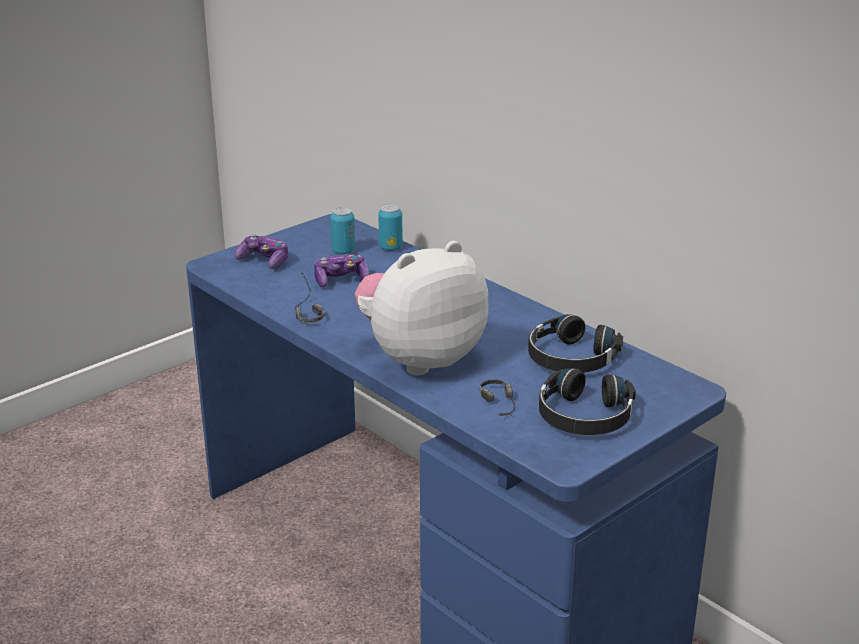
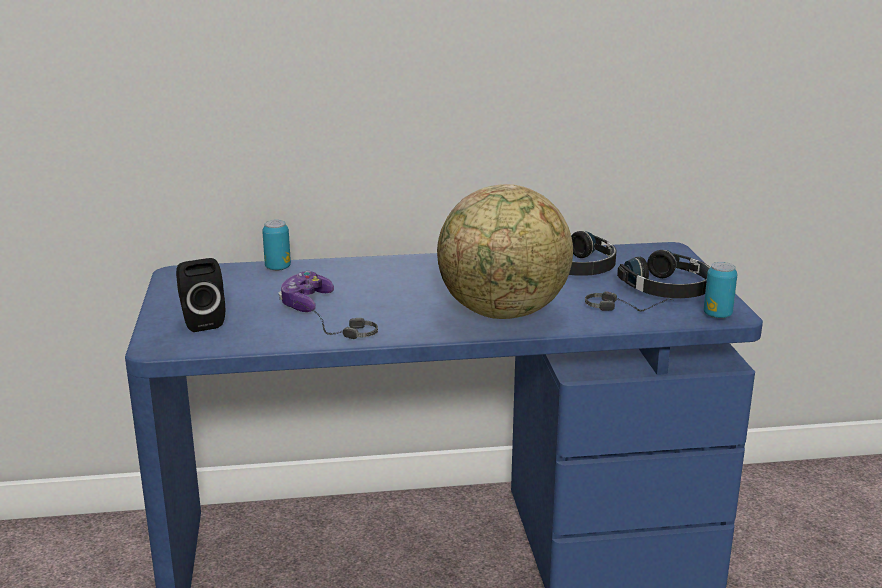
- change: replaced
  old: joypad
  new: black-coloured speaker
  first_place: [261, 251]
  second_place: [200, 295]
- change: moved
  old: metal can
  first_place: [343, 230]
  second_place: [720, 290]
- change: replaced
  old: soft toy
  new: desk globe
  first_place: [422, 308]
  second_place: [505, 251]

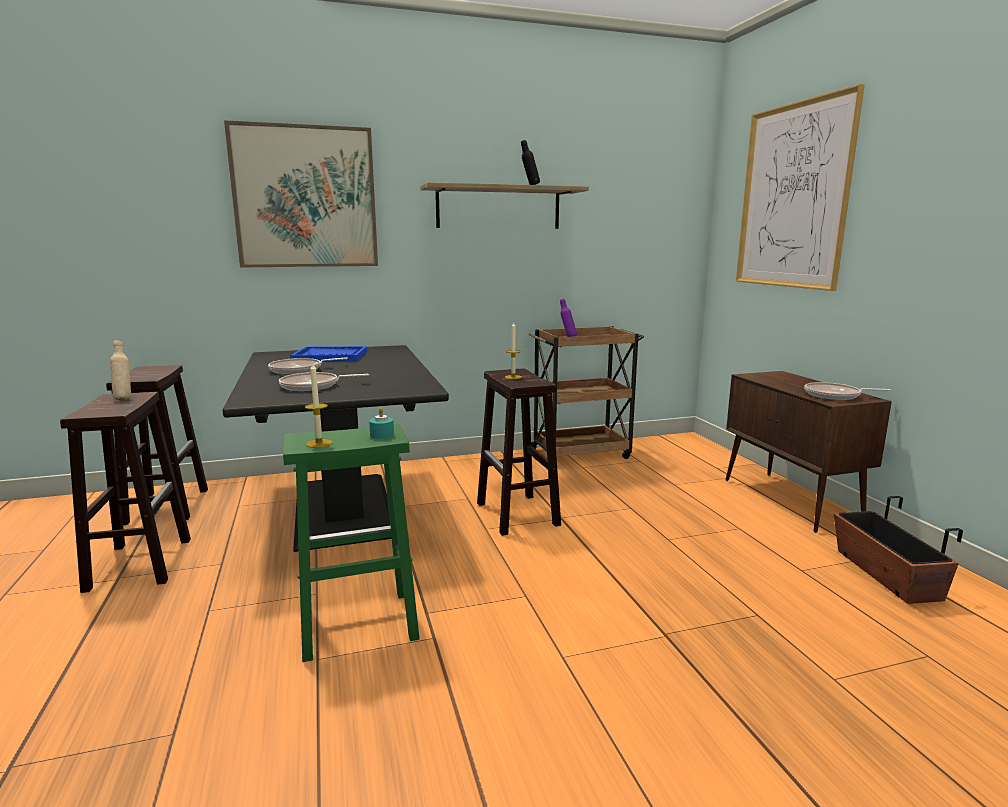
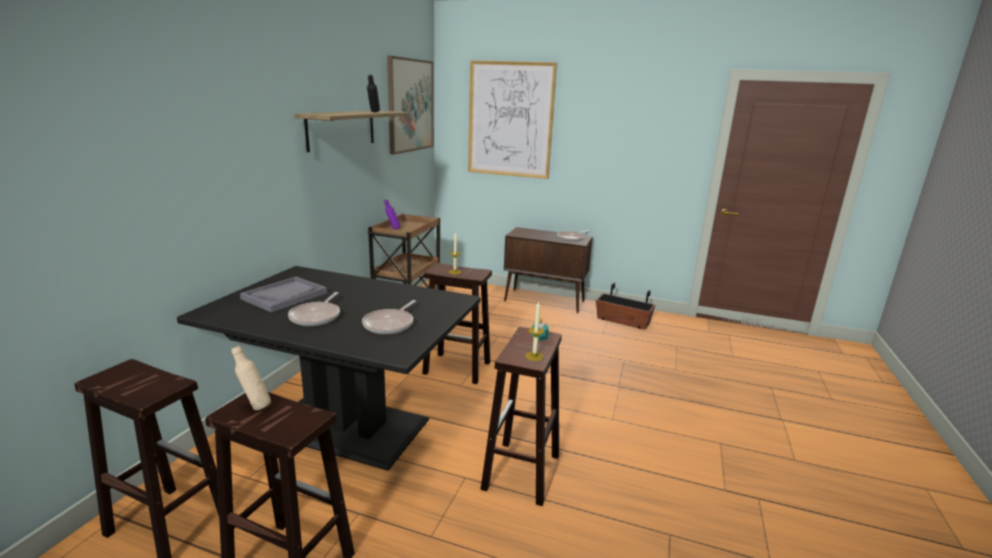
- change: moved
  old: wall picture
  first_place: [301, 194]
  second_place: [410, 105]
- change: recoloured
  old: green stool seat
  new: brown stool seat
  first_place: [351, 543]
  second_place: [521, 416]
- change: recoloured
  old: bluish carrying tray
  new: grey carrying tray
  first_place: [328, 354]
  second_place: [283, 294]

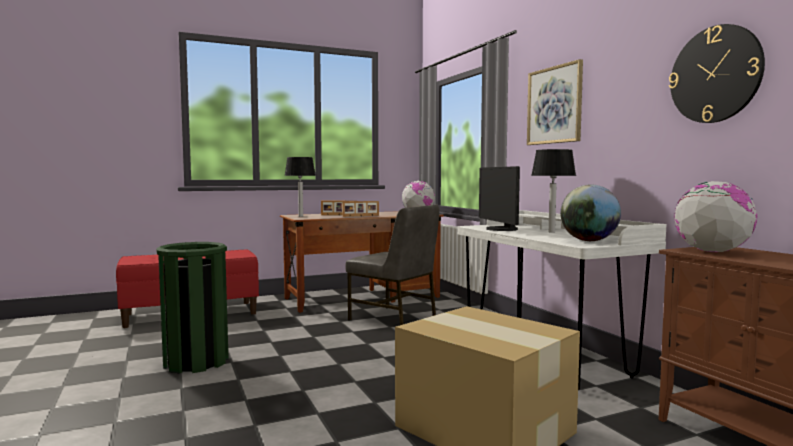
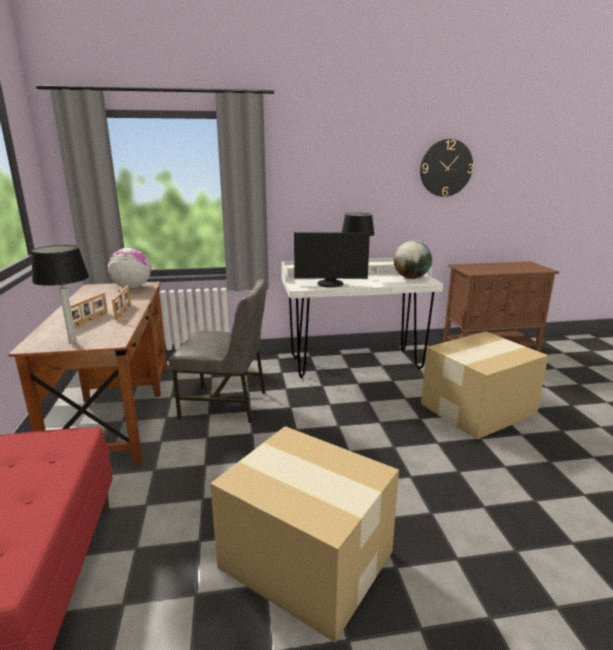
- change: replaced
  old: green trash can
  new: packing box
  first_place: [192, 308]
  second_place: [304, 534]
- change: turned
  old: grey plain chair
  first_place: [392, 264]
  second_place: [218, 351]
  degrees: 45
- change: removed
  old: wall picture
  first_place: [555, 102]
- change: removed
  old: desk globe
  first_place: [716, 216]

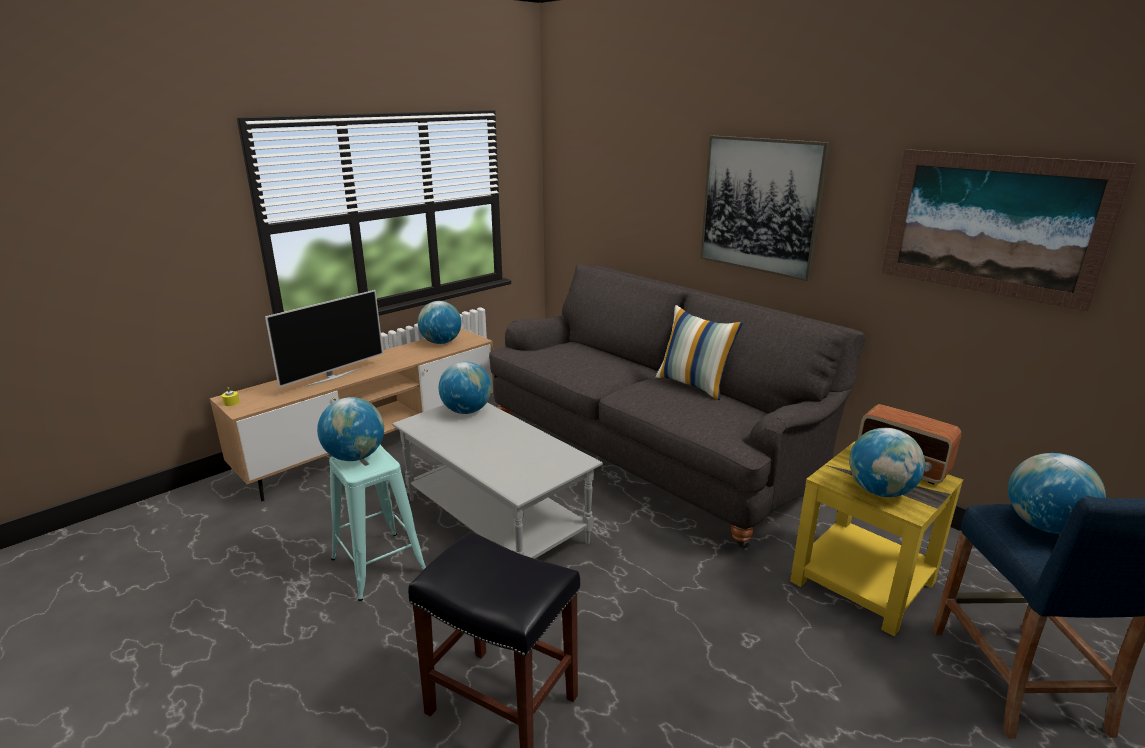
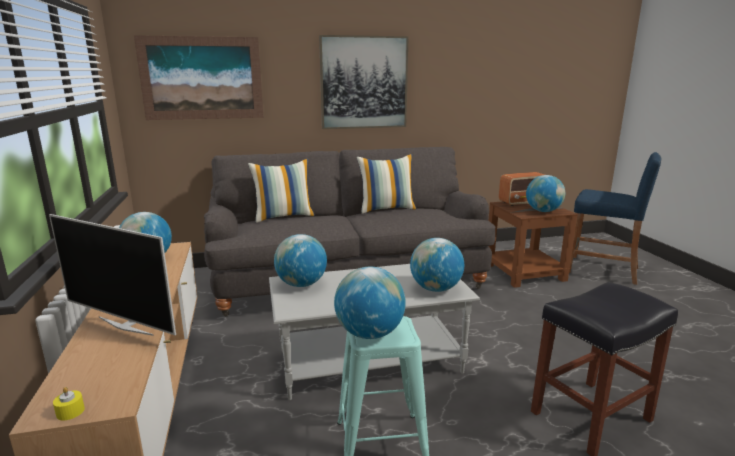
- change: turned
  old: television
  first_place: [324, 338]
  second_place: [112, 275]
  degrees: 135
- change: recoloured
  old: yellow side table
  new: brown side table
  first_place: [876, 538]
  second_place: [533, 245]
- change: moved
  old: wall picture
  first_place: [1008, 230]
  second_place: [199, 77]
- change: moved
  old: desk globe
  first_place: [1057, 493]
  second_place: [437, 265]
- change: added
  new: throw pillow
  second_place: [281, 191]

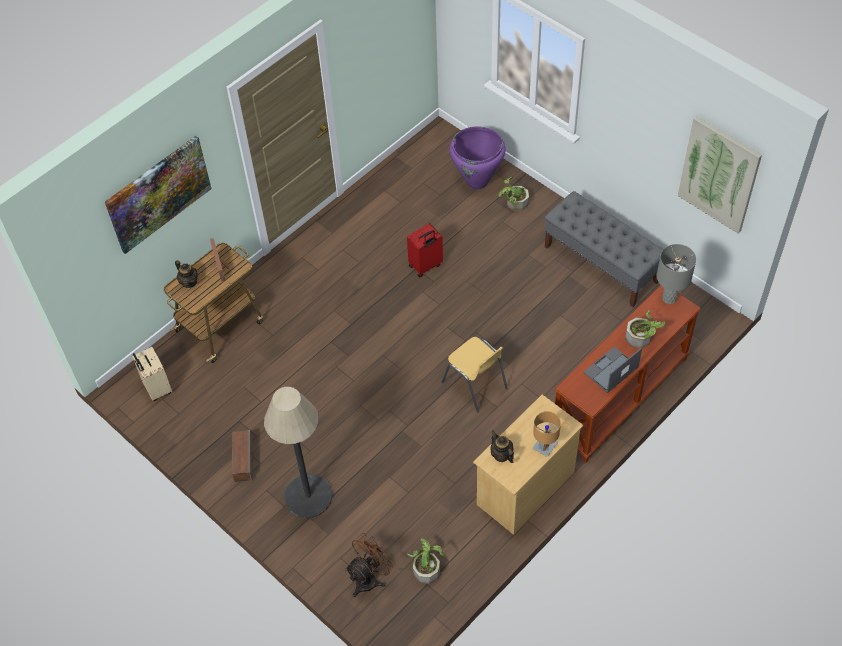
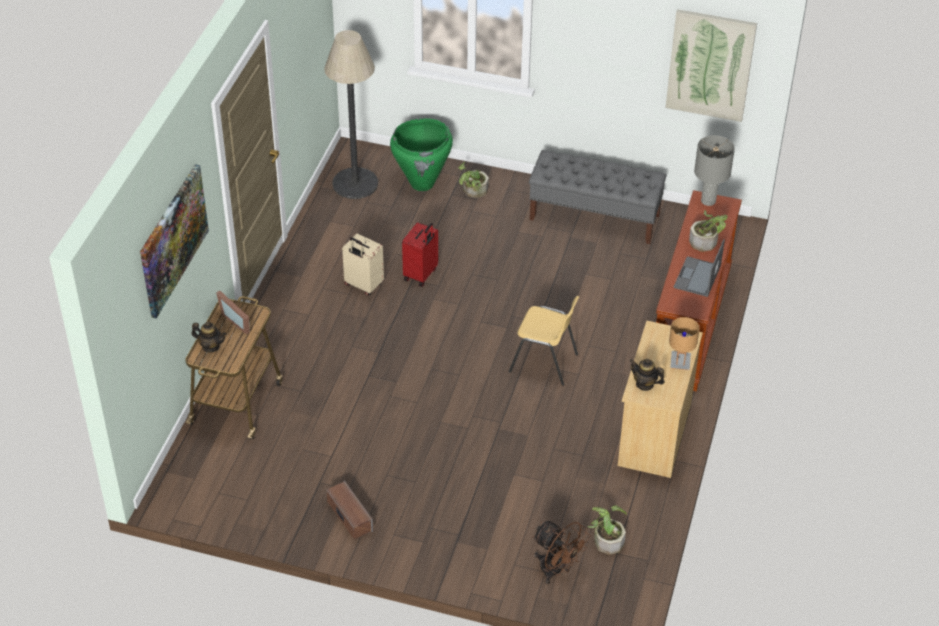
- change: moved
  old: beige-coloured piece of luggage
  first_place: [152, 374]
  second_place: [363, 264]
- change: moved
  old: standing lamp
  first_place: [298, 452]
  second_place: [351, 114]
- change: turned
  old: brown fan
  first_place: [370, 565]
  second_place: [561, 552]
  degrees: 120
- change: recoloured
  old: purplish decorative vase
  new: green decorative vase
  first_place: [477, 158]
  second_place: [421, 154]

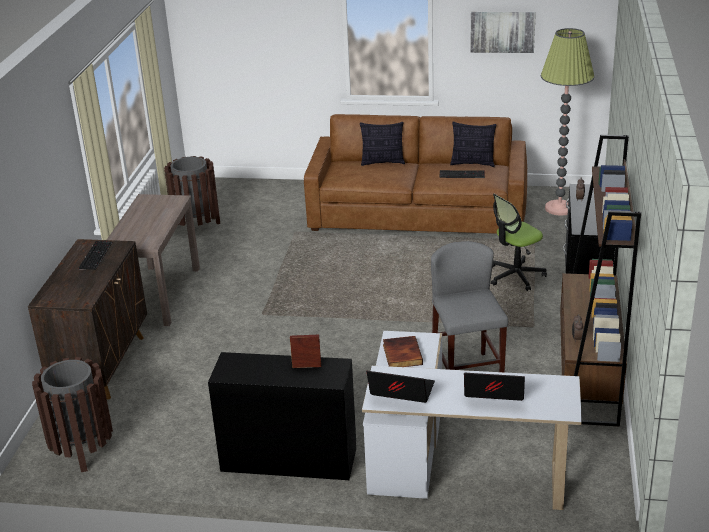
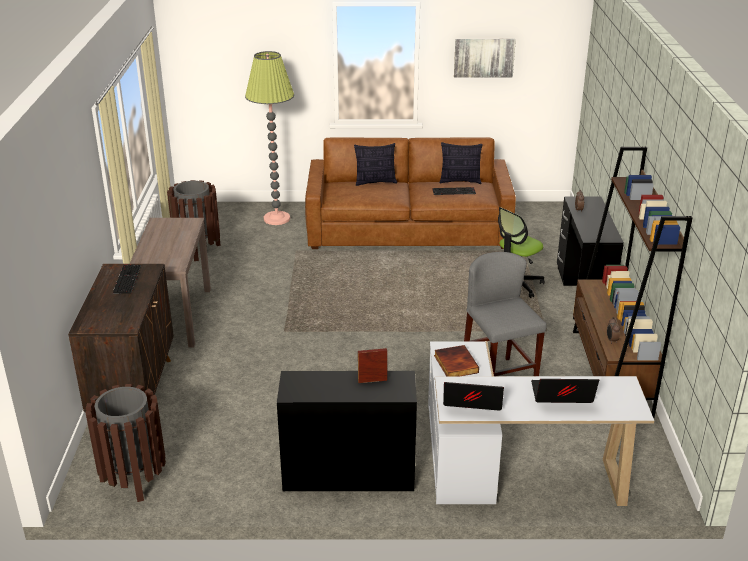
- change: moved
  old: standing lamp
  first_place: [567, 122]
  second_place: [269, 138]

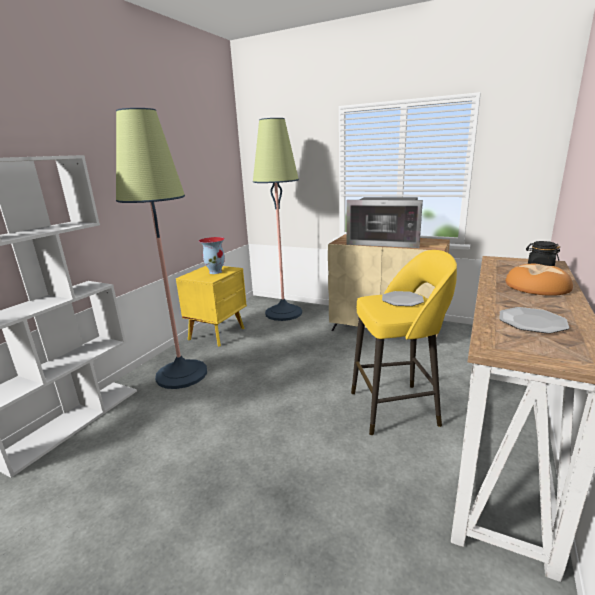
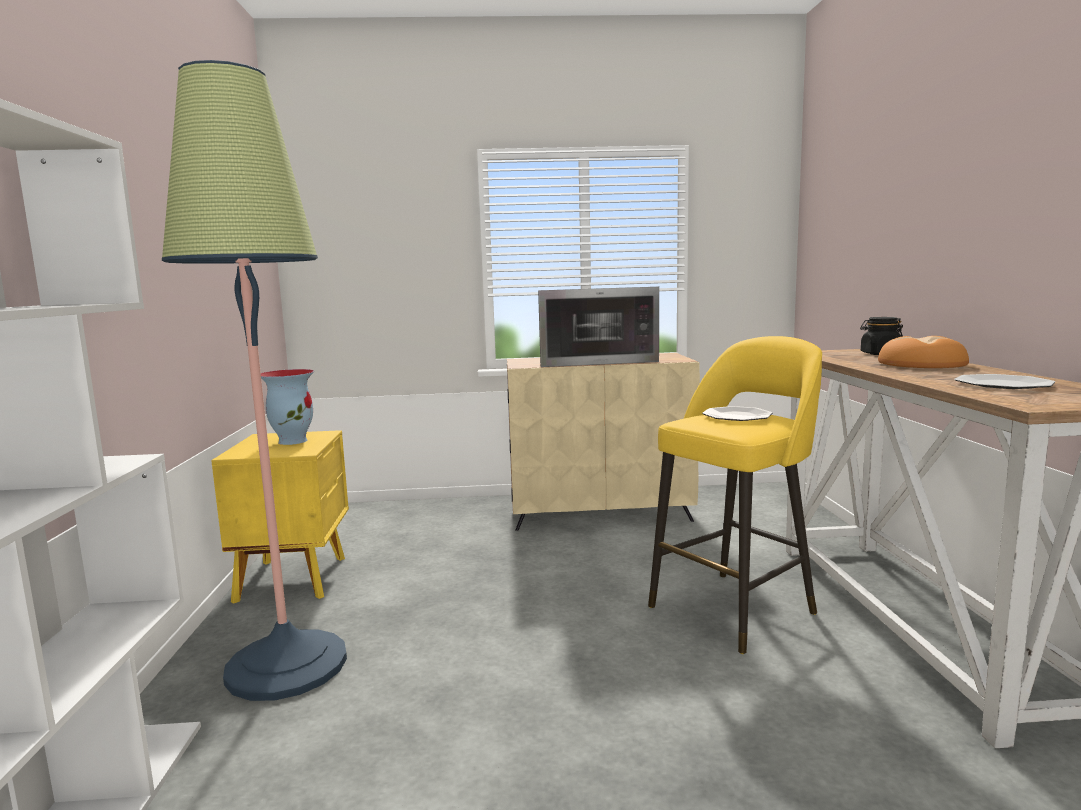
- change: removed
  old: standing lamp
  first_place: [277, 219]

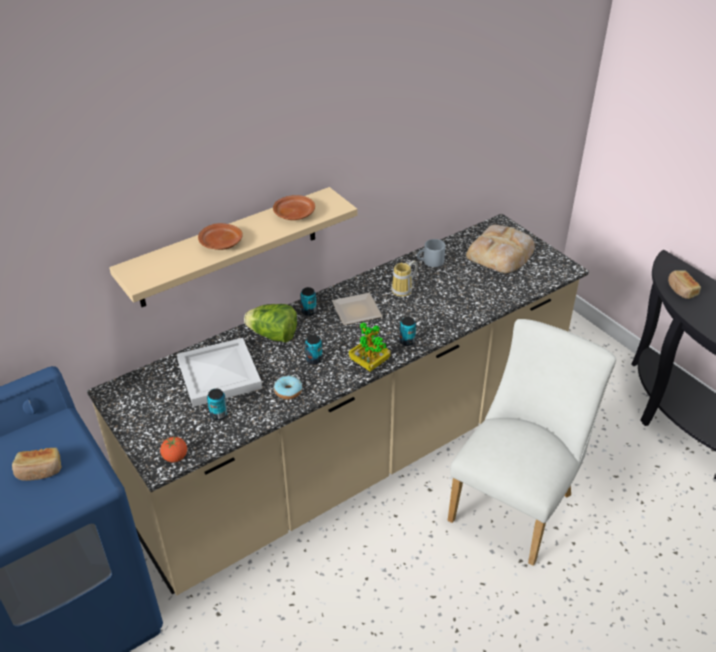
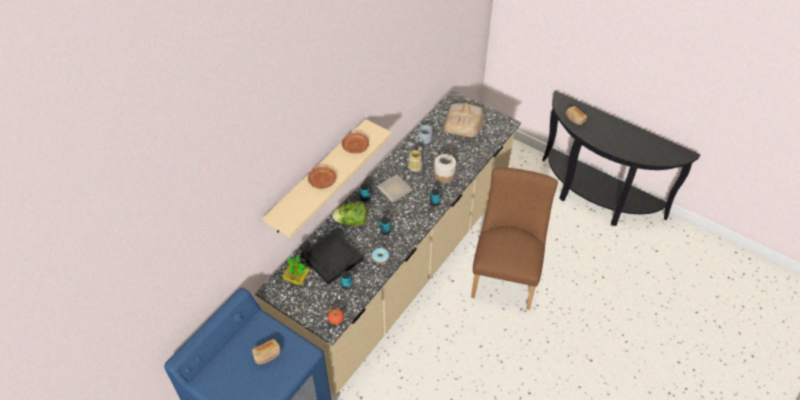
- change: recoloured
  old: whitish carrying tray
  new: black-coloured carrying tray
  first_place: [219, 372]
  second_place: [332, 257]
- change: moved
  old: houseplant
  first_place: [370, 347]
  second_place: [296, 271]
- change: recoloured
  old: whitish plain chair
  new: brown plain chair
  first_place: [532, 442]
  second_place: [514, 239]
- change: added
  new: preserve jar
  second_place: [445, 168]

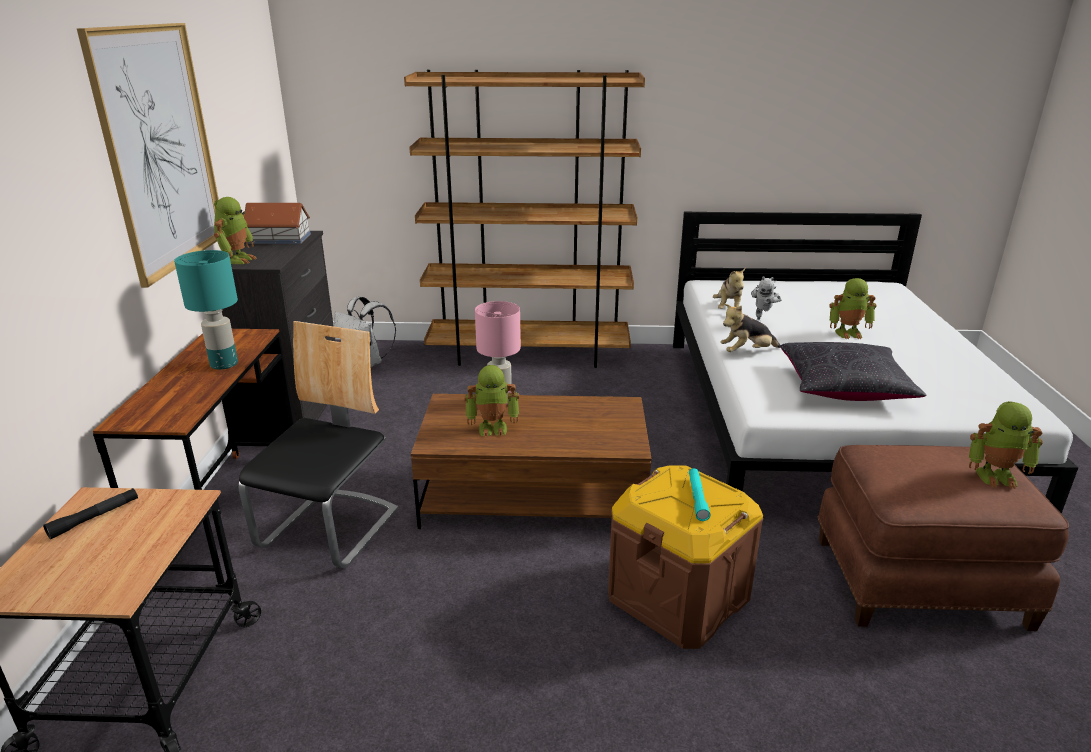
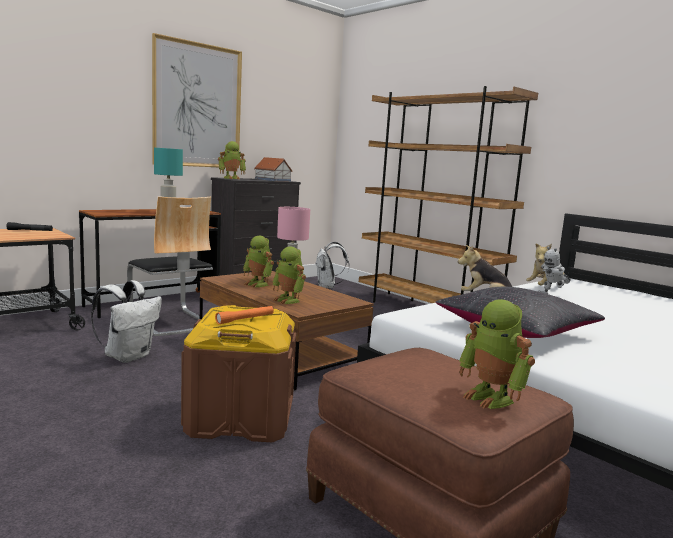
- change: turned
  old: plain chair
  first_place: [319, 444]
  second_place: [170, 266]
  degrees: 75
- change: recoloured
  old: turquoise-coloured torch
  new: orangey torch
  first_place: [699, 494]
  second_place: [244, 315]
- change: moved
  old: toy robot
  first_place: [852, 308]
  second_place: [289, 275]
- change: added
  new: whitish rucksack
  second_place: [126, 321]

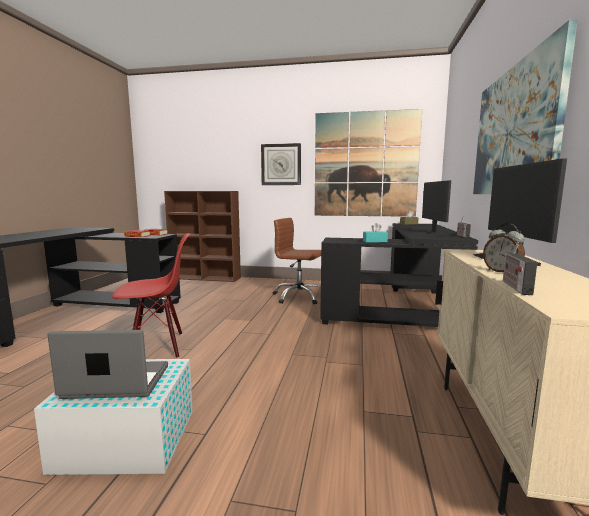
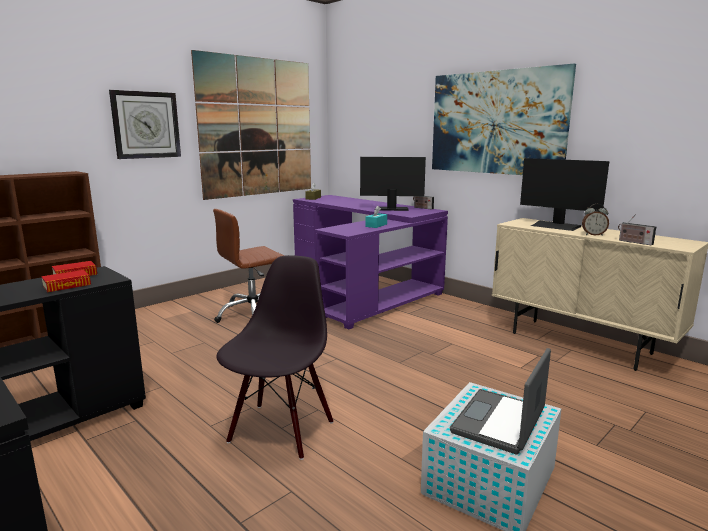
- change: recoloured
  old: reddish plain chair
  new: black-coloured plain chair
  first_place: [151, 296]
  second_place: [274, 357]
- change: recoloured
  old: black-coloured desk table
  new: purplish desk table
  first_place: [399, 275]
  second_place: [370, 262]
- change: turned
  old: monitor
  first_place: [432, 207]
  second_place: [393, 184]
  degrees: 150

